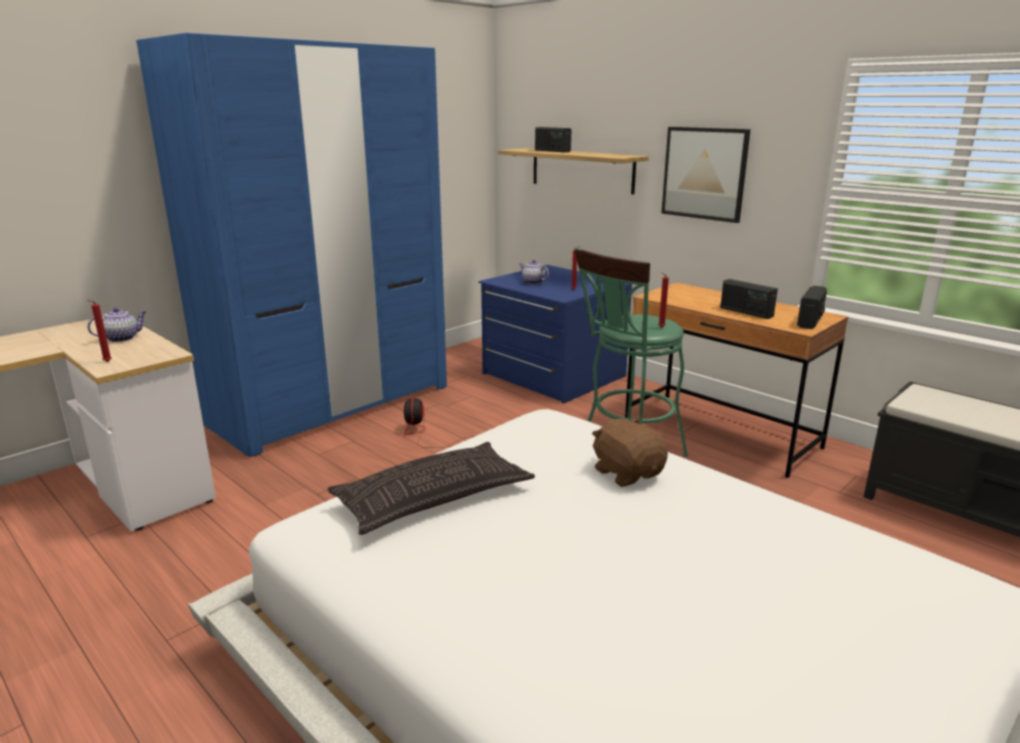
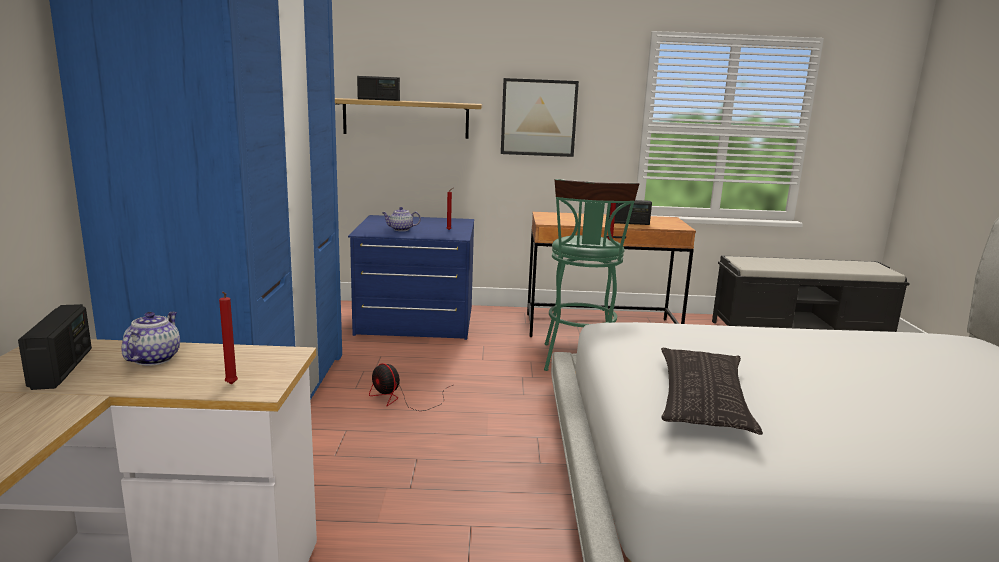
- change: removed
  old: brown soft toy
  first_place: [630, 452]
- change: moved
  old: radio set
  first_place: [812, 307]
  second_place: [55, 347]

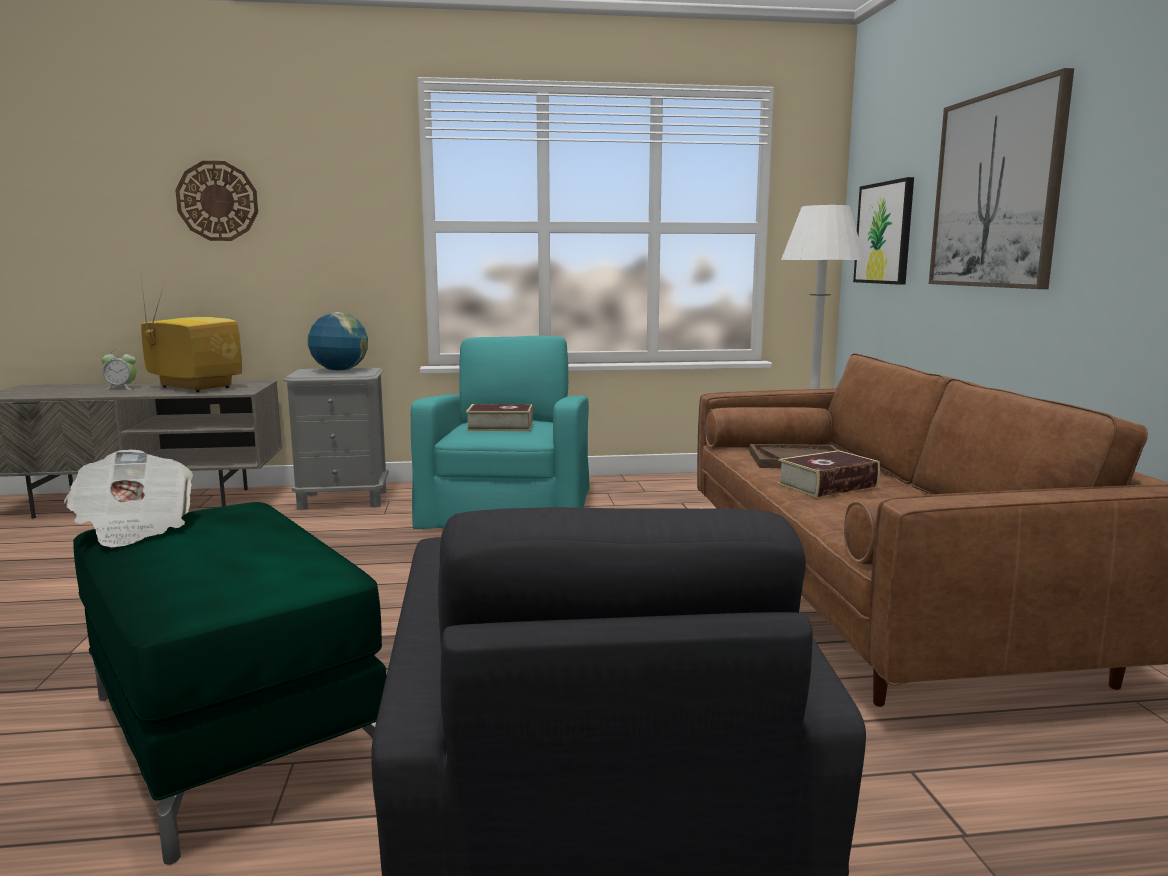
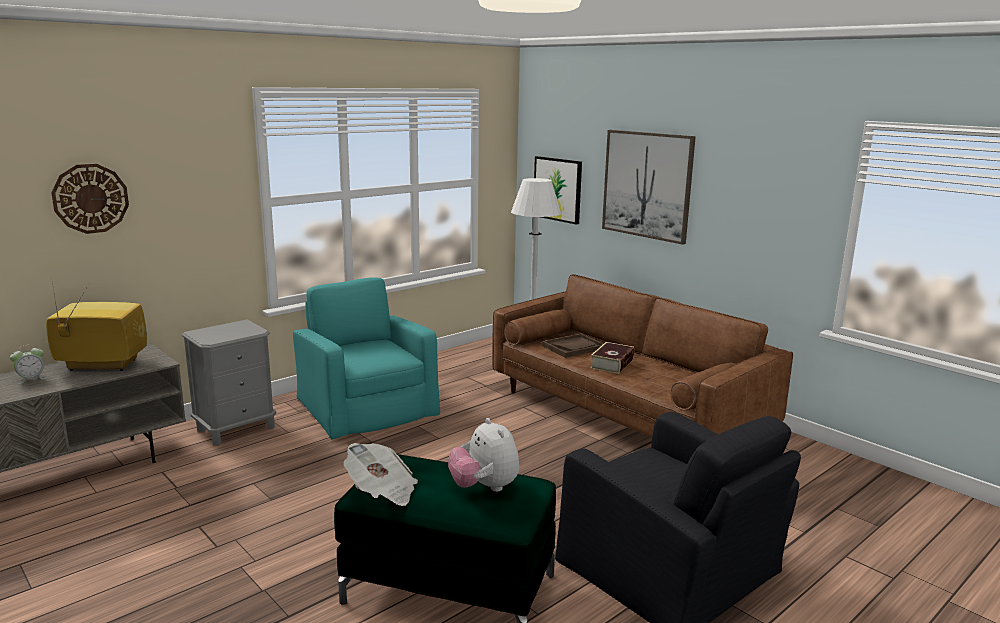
- change: removed
  old: desk globe
  first_place: [338, 341]
- change: removed
  old: volume
  first_place: [499, 417]
- change: added
  new: soft toy
  second_place: [483, 455]

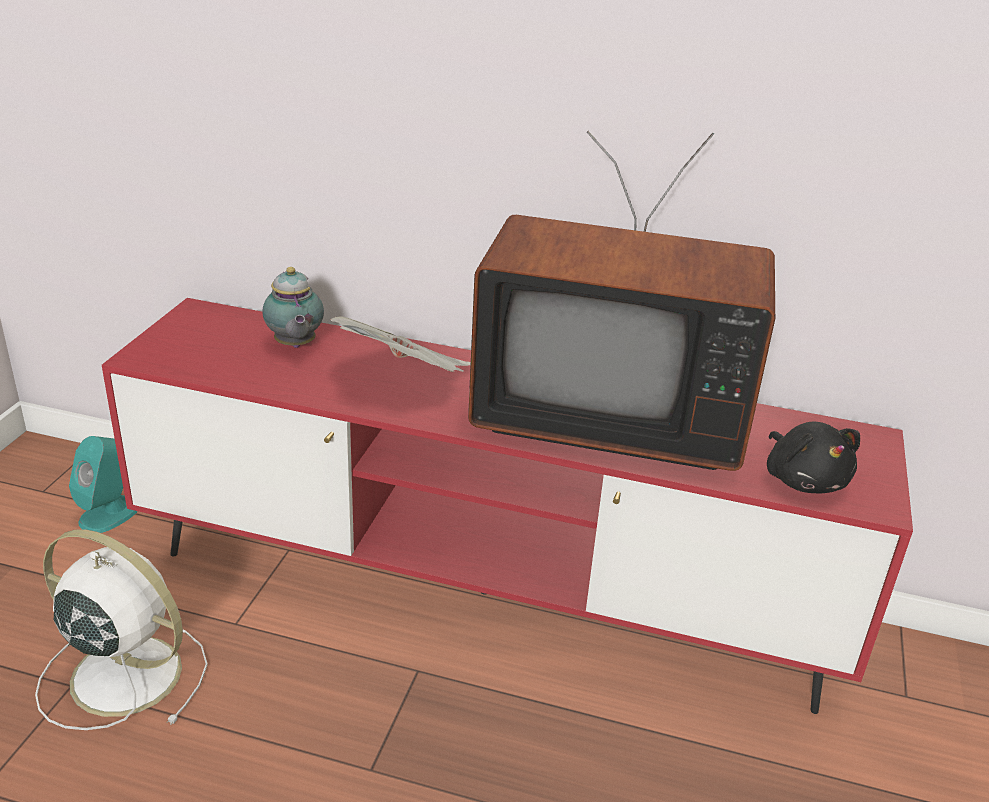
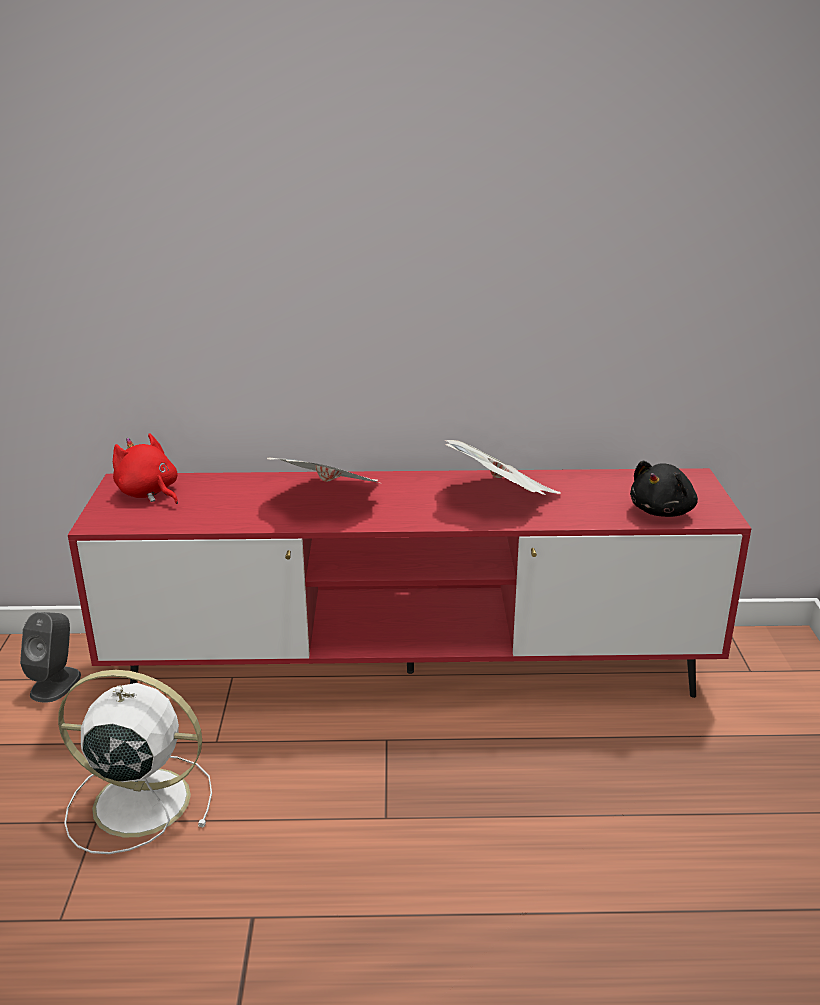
- change: recoloured
  old: turquoise-coloured speaker
  new: grey speaker
  first_place: [103, 484]
  second_place: [50, 657]
- change: removed
  old: pot for tea
  first_place: [293, 307]
- change: replaced
  old: television
  new: daily paper
  first_place: [621, 301]
  second_place: [503, 467]
- change: turned
  old: black-coloured soft toy
  first_place: [813, 457]
  second_place: [664, 489]
  degrees: 75
- change: added
  new: reddish soft toy
  second_place: [145, 468]

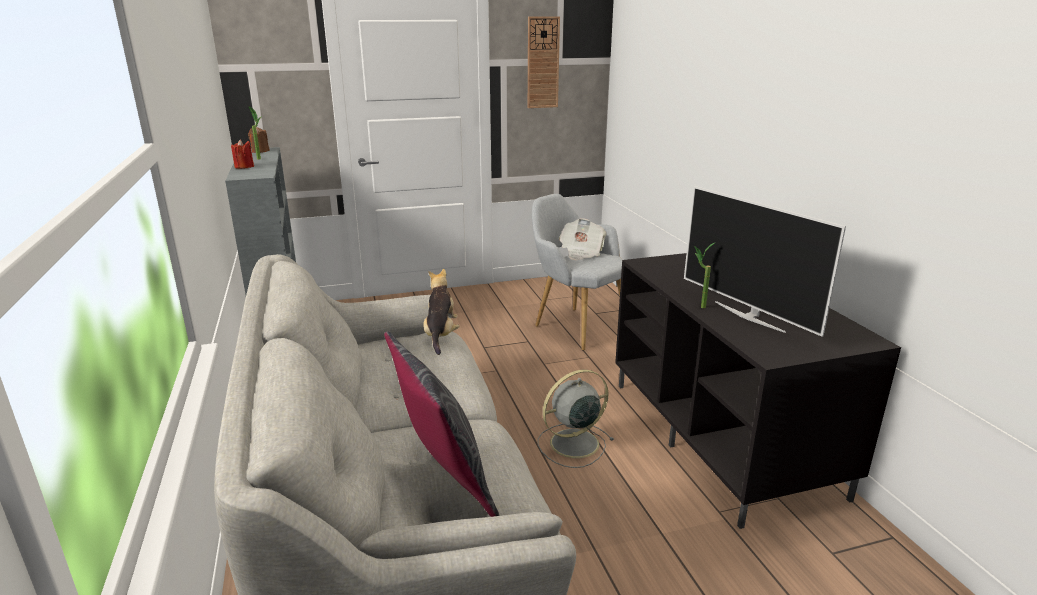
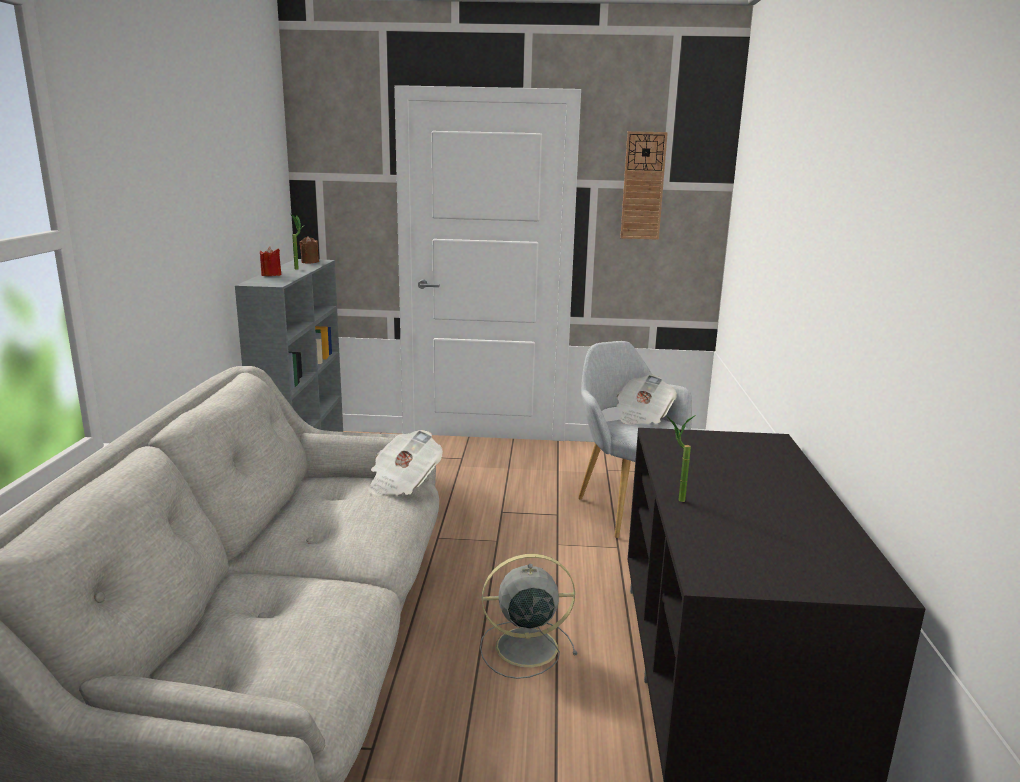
- change: removed
  old: grey throw pillow
  first_place: [442, 424]
- change: replaced
  old: soft toy
  new: daily paper
  first_place: [441, 312]
  second_place: [405, 462]
- change: removed
  old: television
  first_place: [765, 261]

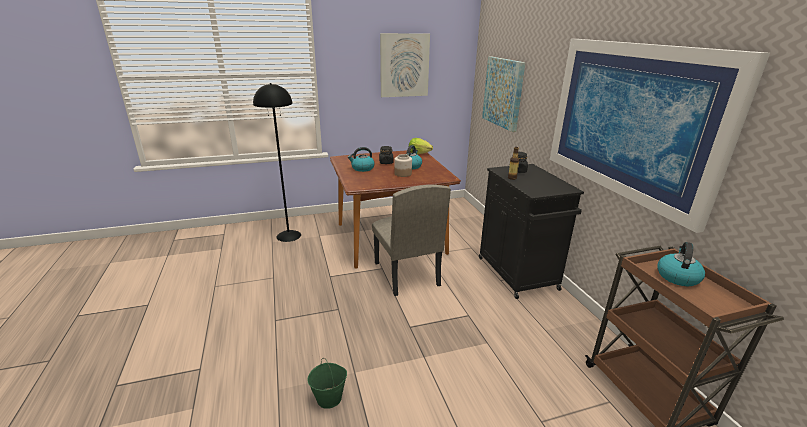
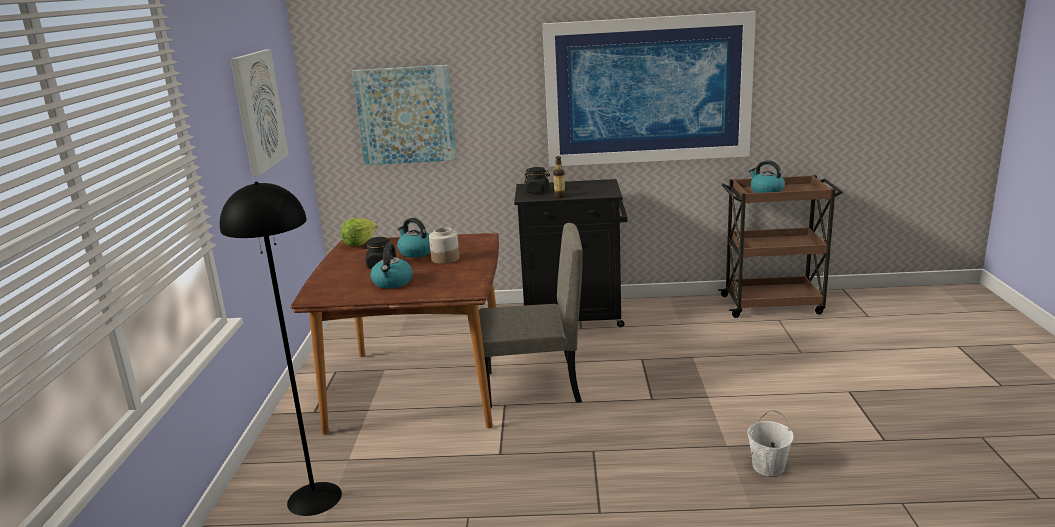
- change: recoloured
  old: green bucket
  new: whitish bucket
  first_place: [327, 383]
  second_place: [771, 443]

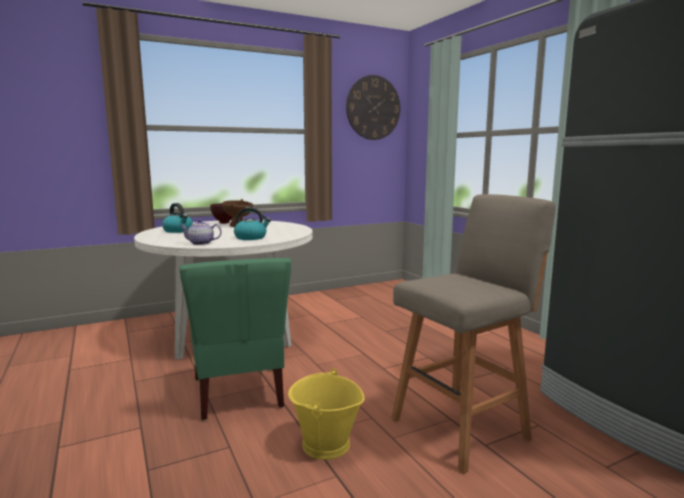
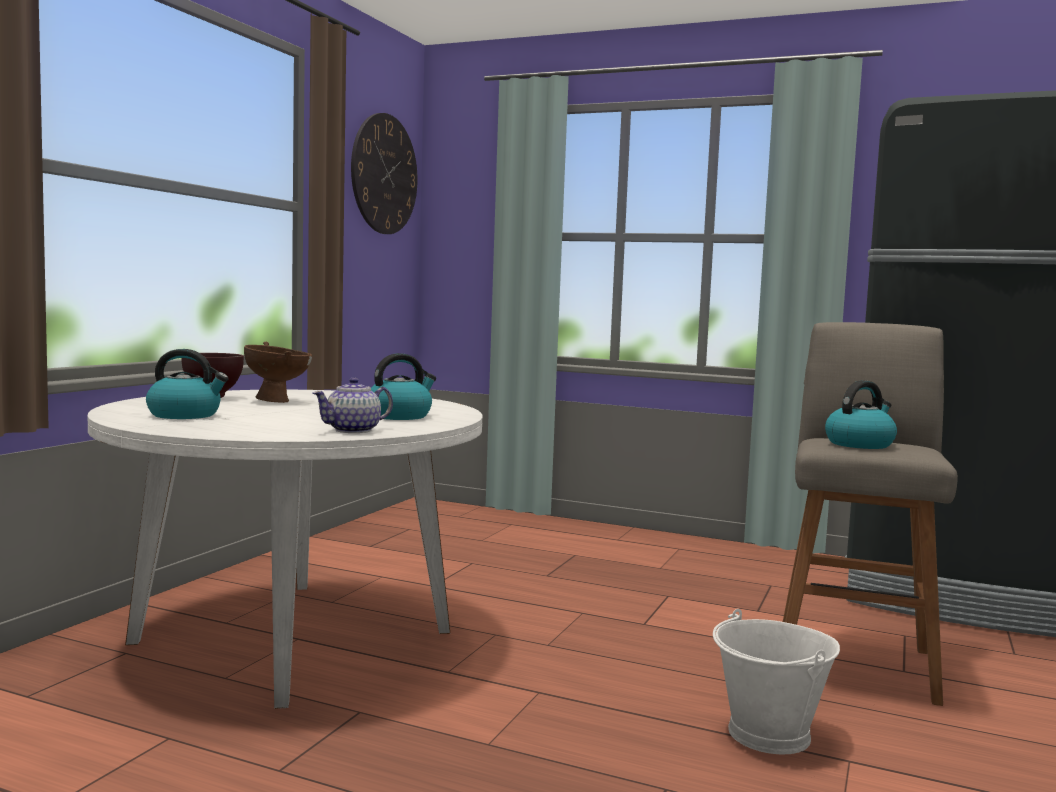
- change: removed
  old: green plain chair
  first_place: [235, 339]
- change: recoloured
  old: yellow bucket
  new: whitish bucket
  first_place: [326, 414]
  second_place: [776, 682]
- change: added
  new: water kettle
  second_place: [861, 414]

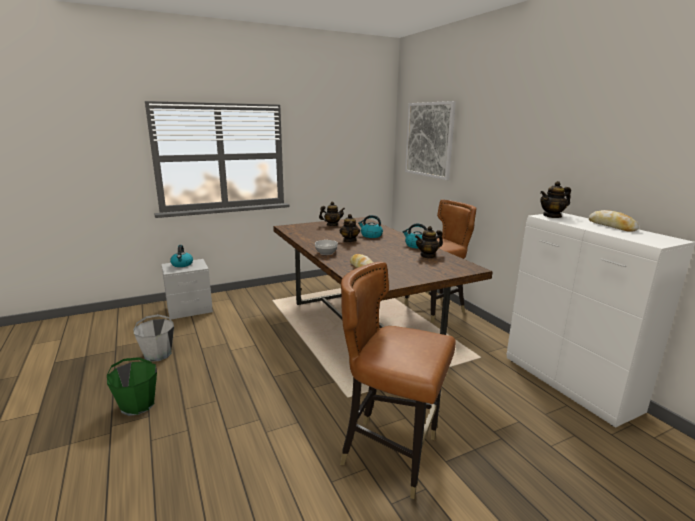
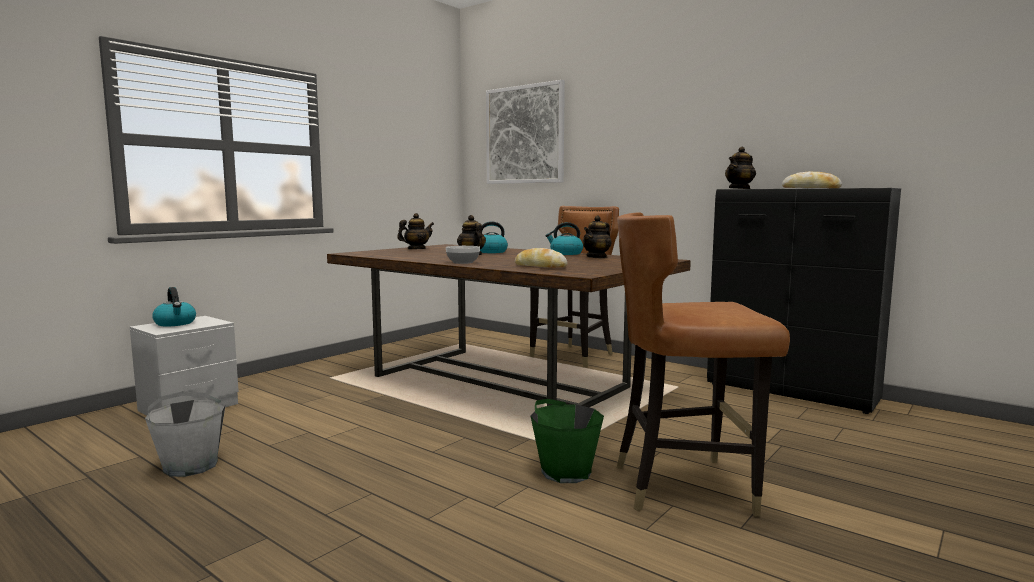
- change: moved
  old: green bucket
  first_place: [132, 386]
  second_place: [567, 441]
- change: recoloured
  old: whitish cabinet
  new: black-coloured cabinet
  first_place: [601, 319]
  second_place: [804, 301]

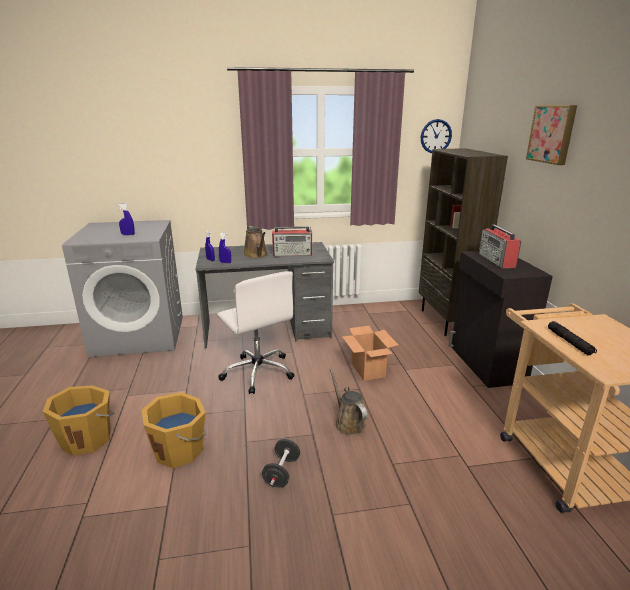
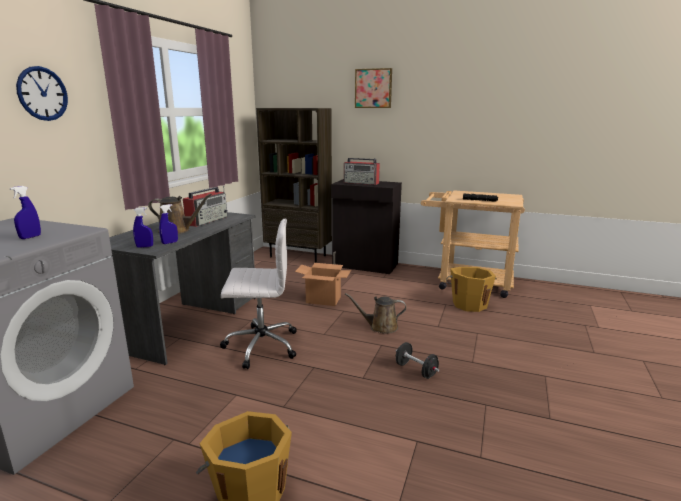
- change: moved
  old: orangey bucket
  first_place: [174, 430]
  second_place: [471, 289]
- change: moved
  old: clock on the wall
  first_place: [436, 136]
  second_place: [42, 93]

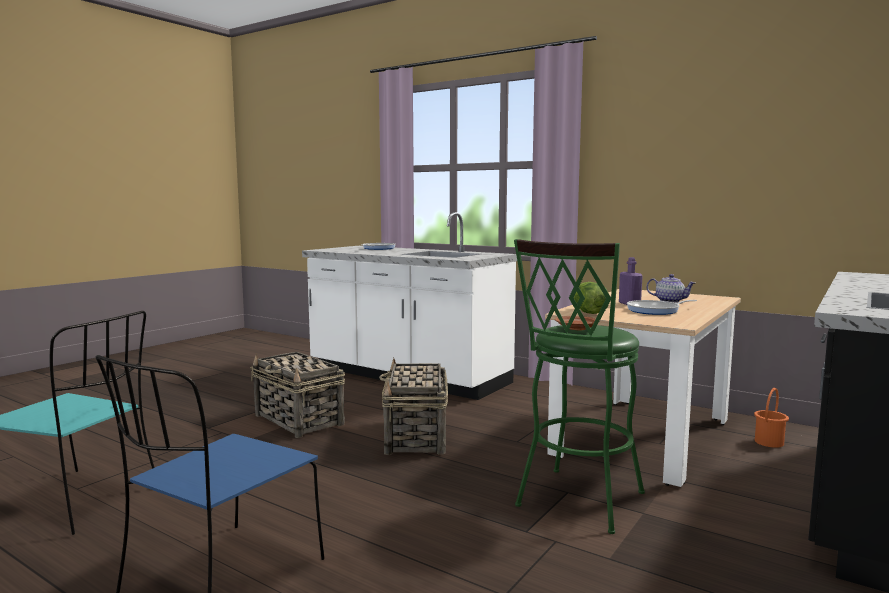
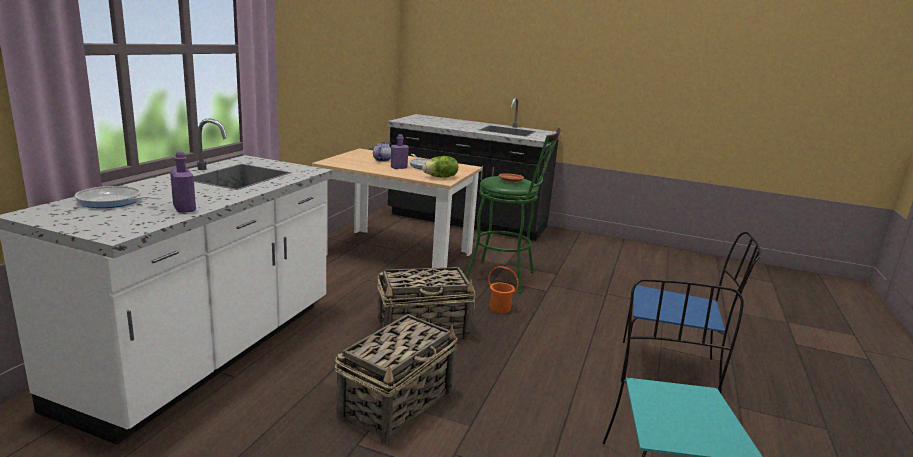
- change: moved
  old: orangey bucket
  first_place: [771, 418]
  second_place: [503, 289]
- change: added
  new: purplish beverage bottle
  second_place: [183, 182]

